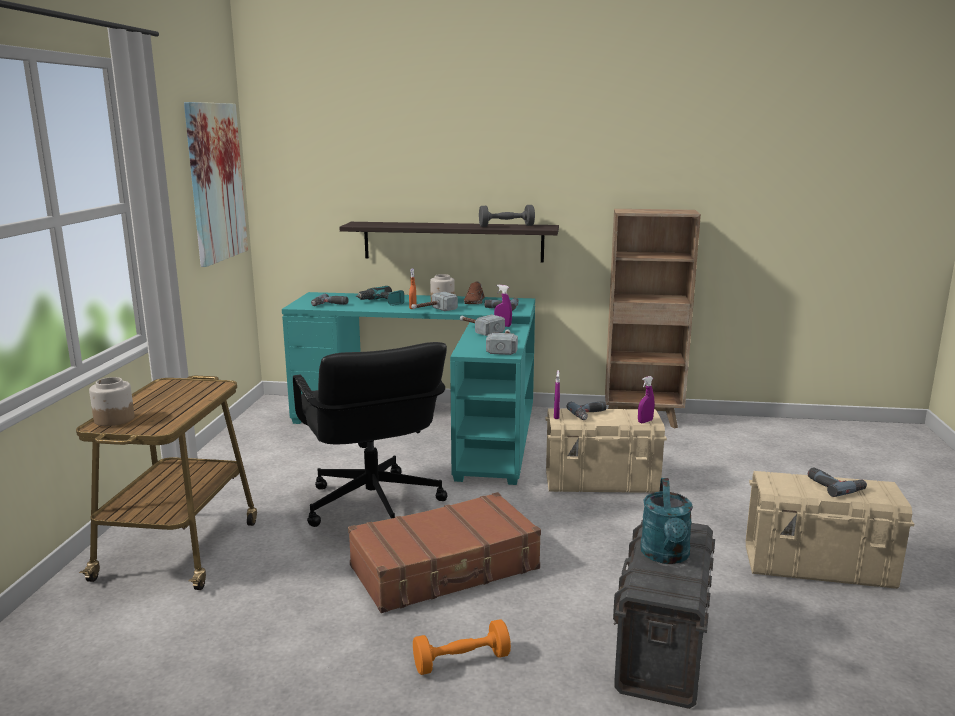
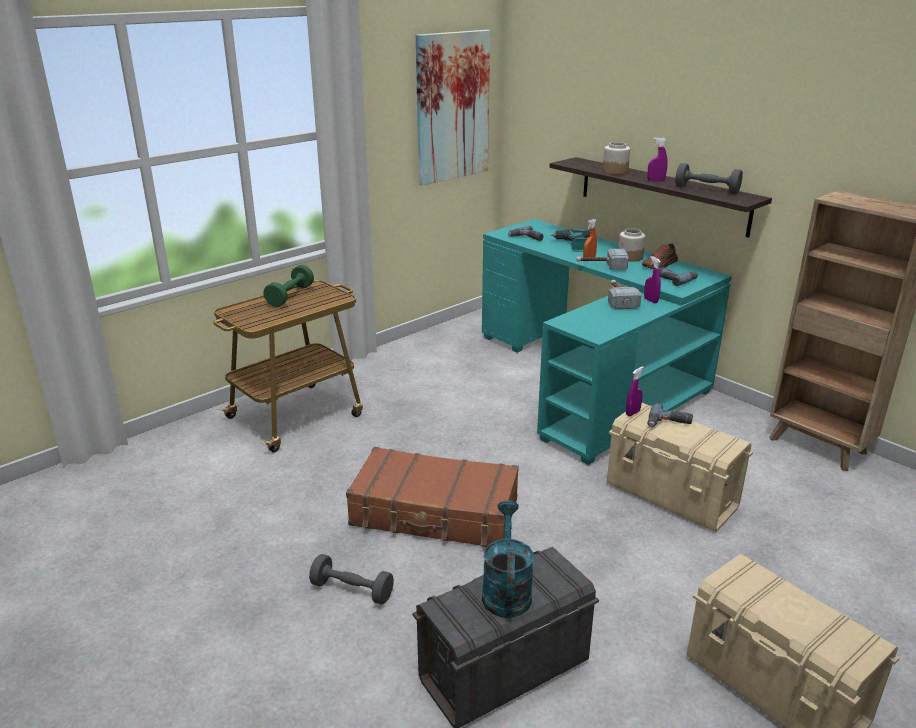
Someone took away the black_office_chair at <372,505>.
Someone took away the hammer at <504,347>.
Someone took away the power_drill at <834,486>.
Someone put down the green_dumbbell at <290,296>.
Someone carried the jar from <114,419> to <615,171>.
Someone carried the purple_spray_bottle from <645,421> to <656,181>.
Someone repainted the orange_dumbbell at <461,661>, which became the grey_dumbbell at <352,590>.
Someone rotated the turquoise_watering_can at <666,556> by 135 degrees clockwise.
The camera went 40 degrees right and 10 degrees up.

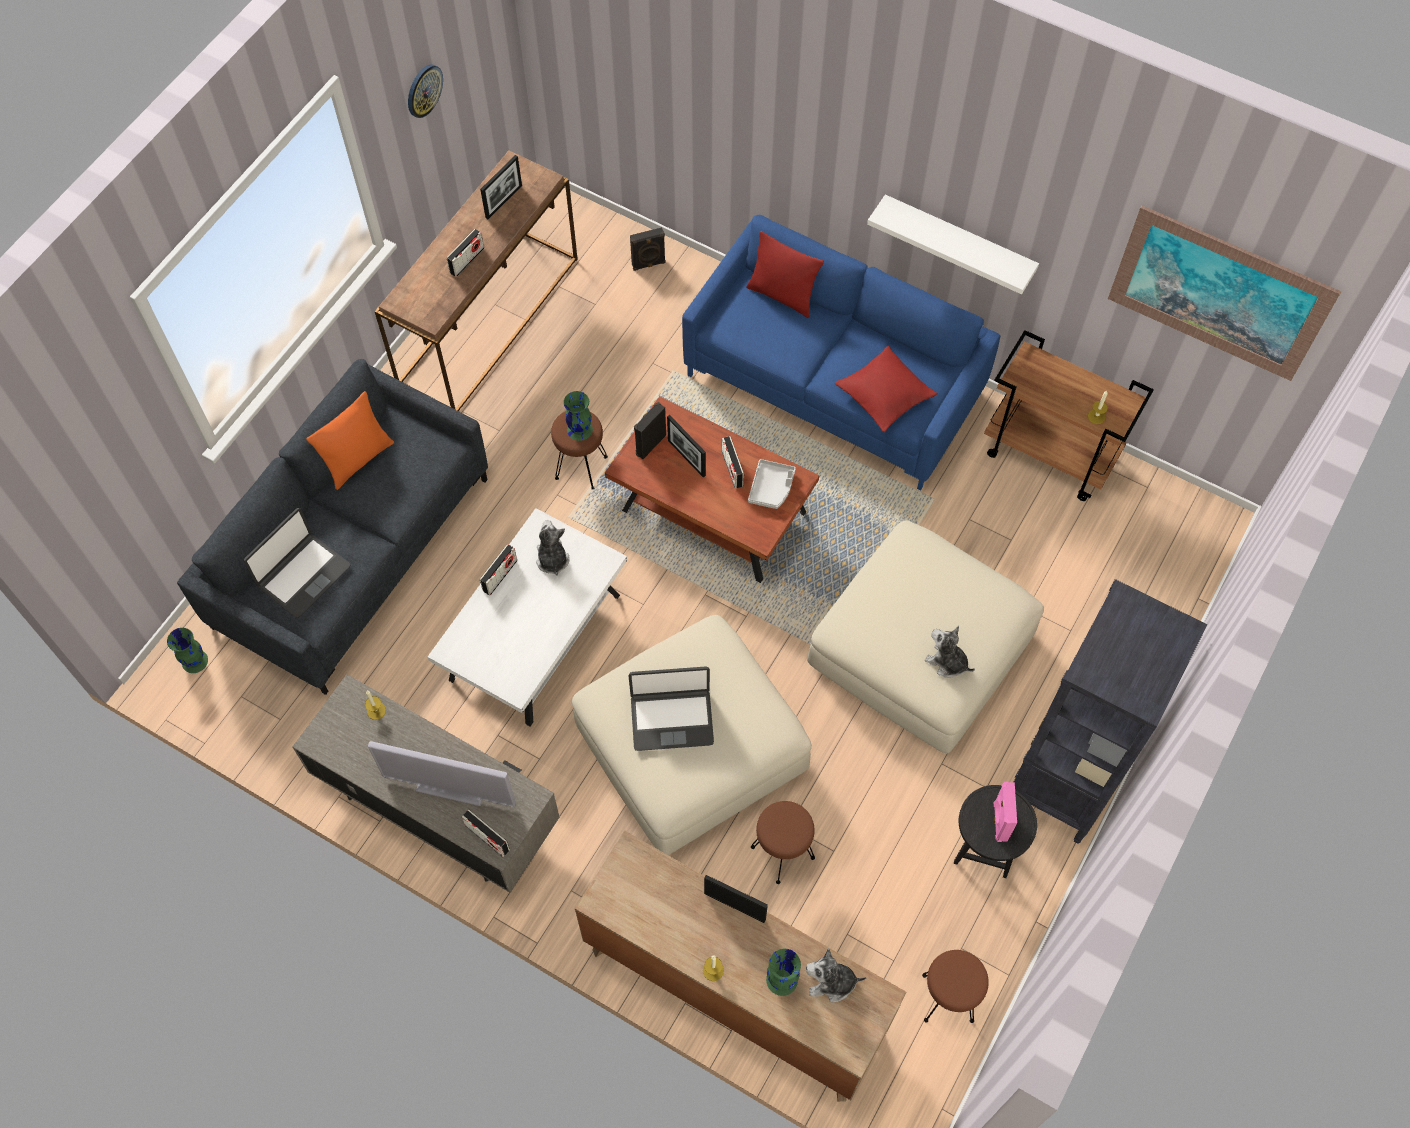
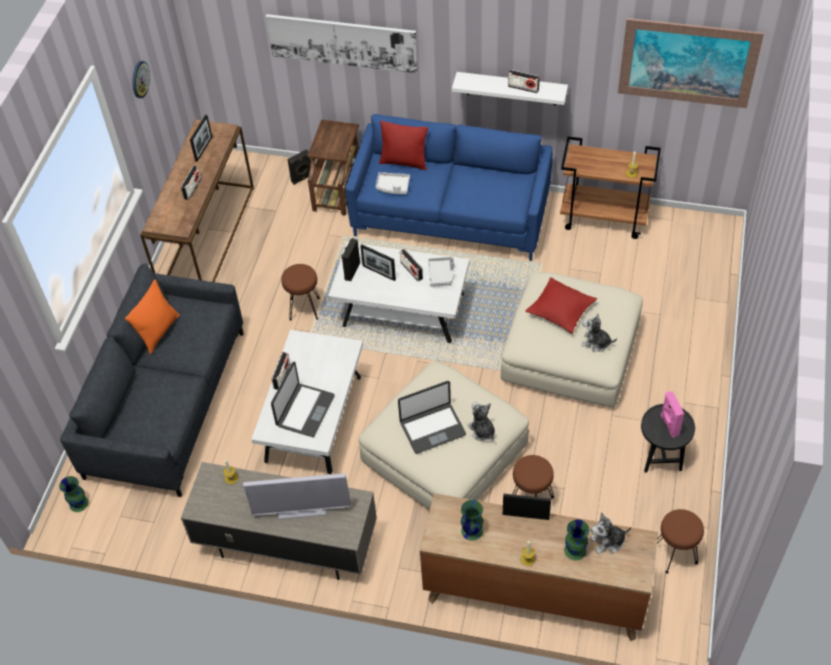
Someone took away the black_bookcase at <1062,782>.
Someone put up the picture at <342,42>.
Someone put down the brown_side_table at <337,189>.
Someone put down the white_tray at <393,187>.
Someone carried the laptop from <303,575> to <304,410>.
Someone carried the radio from <487,838> to <523,88>.
Someone carried the plush_toy from <552,559> to <482,431>.
Someone carried the green_vase from <579,429> to <471,530>.
Someone carried the red_pillow from <884,395> to <560,310>.
Someone repainted the brown_coffee_table at <713,512>, which became the white_coffee_table at <402,311>.
The camera went 15 degrees left and 10 degrees down.

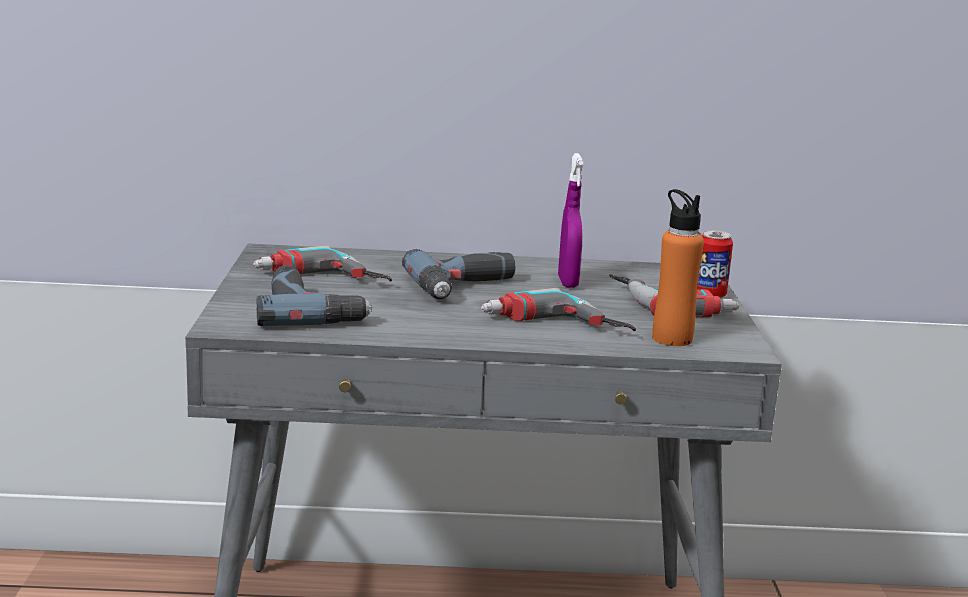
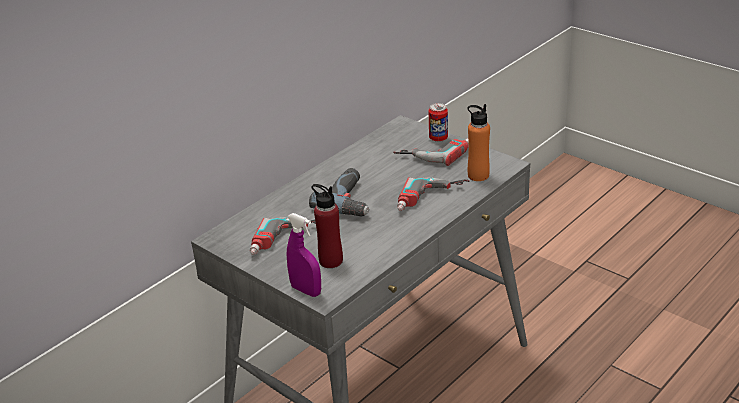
Someone carried the purple_spray_bottle from <567,282> to <306,290>.
Someone swapped the power_drill at <311,310> for the red_bottle at <330,261>.
The camera went 45 degrees left and 15 degrees up.

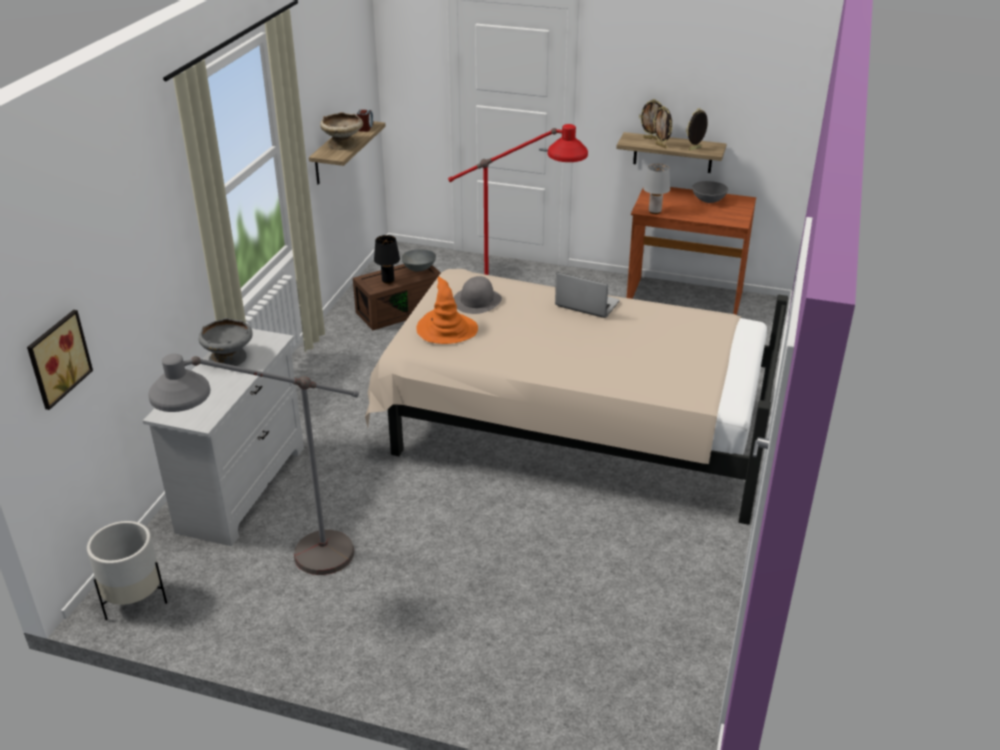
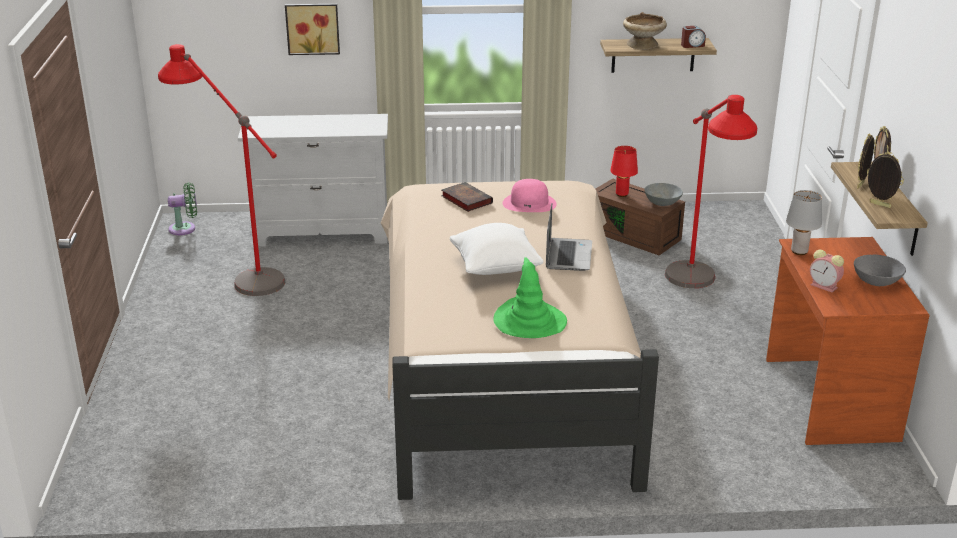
Someone took away the grey_bowl at <229,357>.
Someone put down the white_pillow at <495,269>.
Someone put down the green_hat at <529,321>.
Someone put down the alarm_clock at <825,286>.
Someone carried the picture from <56,358> to <312,28>.
Someone swapped the white_planter at <134,600> for the green_fan at <185,229>.
Someone swapped the orange_hat at <446,329> for the book at <465,199>.
Someone repainted the grey_floor_lamp at <283,568>, which became the red_floor_lamp at <236,271>.
Someone repainted the black_table_lamp at <387,281>, which became the red_table_lamp at <622,194>.
Someone repainted the grey_hat at <477,300>, which became the pink_hat at <529,203>.
The camera went 70 degrees right and 5 degrees down.

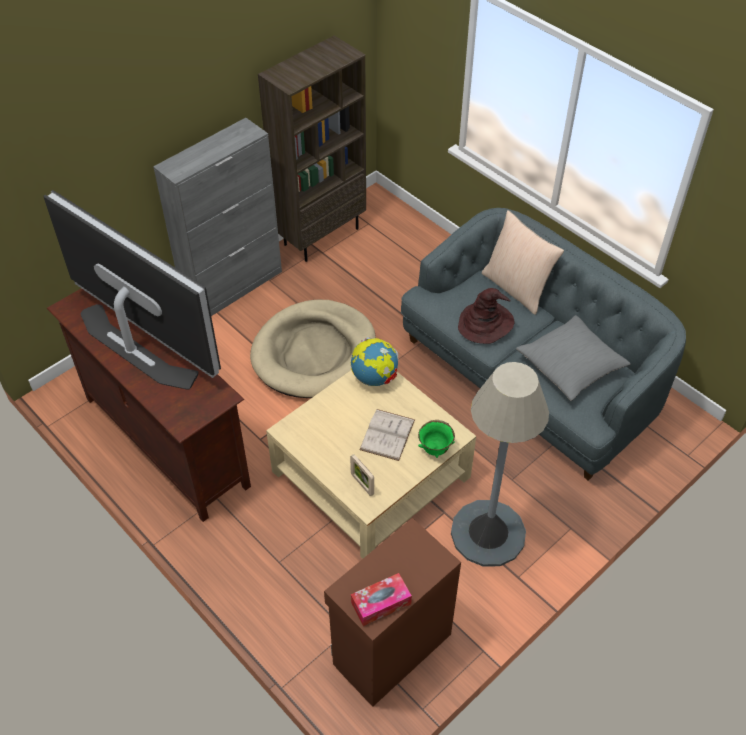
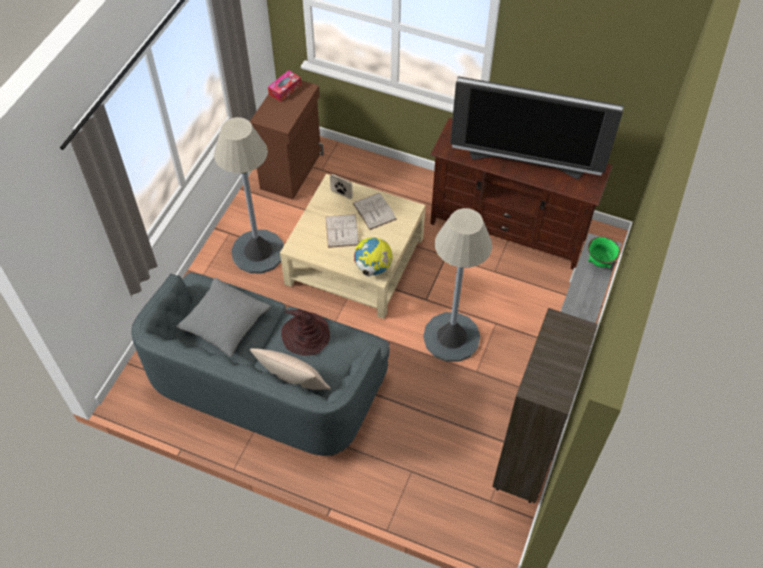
Someone put down the white_book at <374,211>.
Someone carried the green_bowl from <435,449> to <599,262>.
Someone swapped the beige_dog_bed at <314,352> for the grey_floor_lamp at <451,337>.
The camera went 155 degrees right and 5 degrees up.

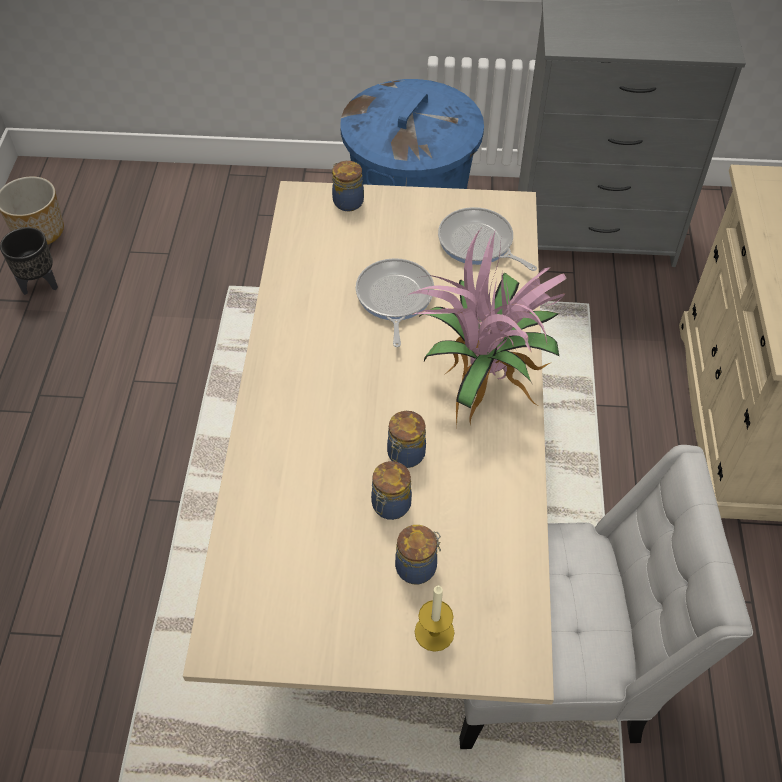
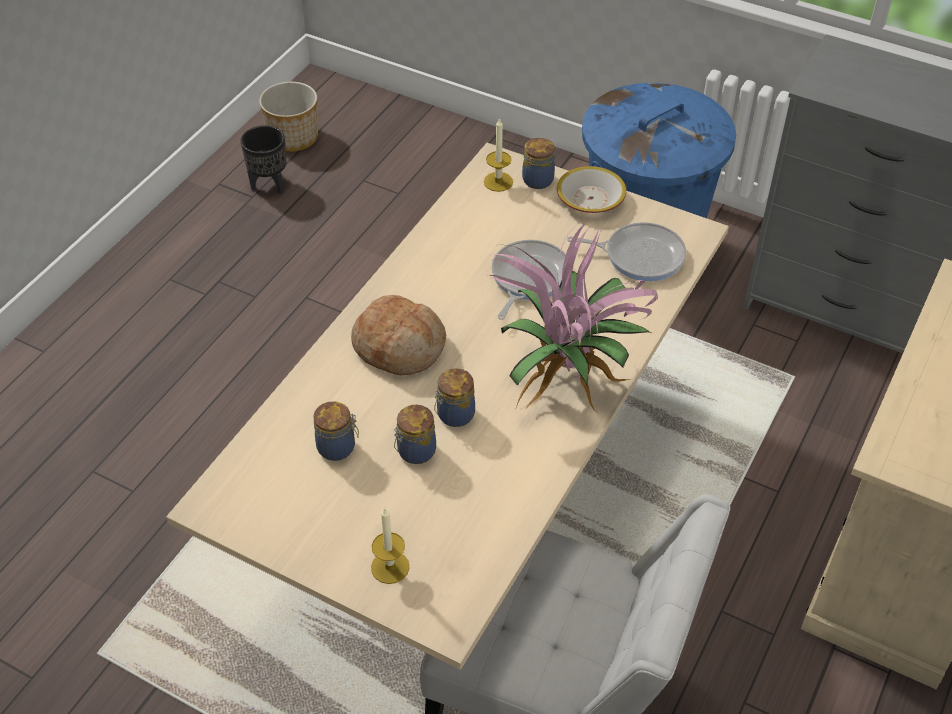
Someone put down the bread at <399,346>.
Someone put down the candle at <498,181>.
Someone put down the bowl at <590,199>.
Someone carried the jar from <417,567> to <338,447>.
Someone rotated the frying_pan at <478,244> by 120 degrees clockwise.
The camera went 25 degrees right and 5 degrees down.

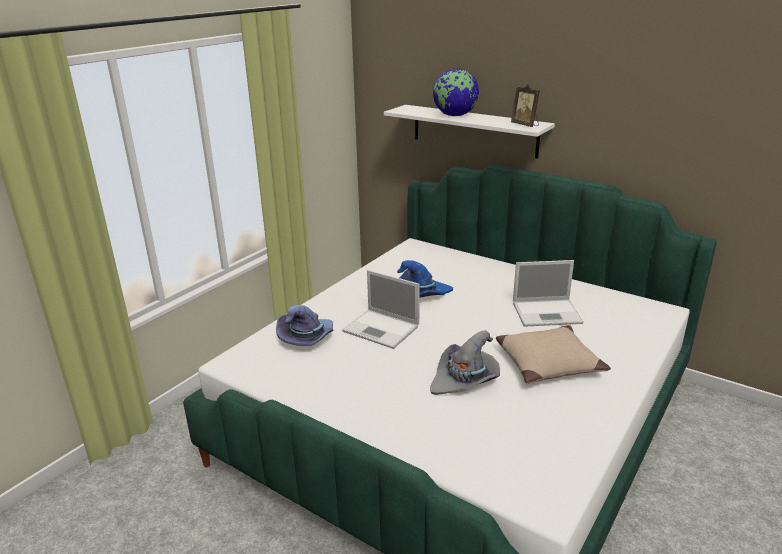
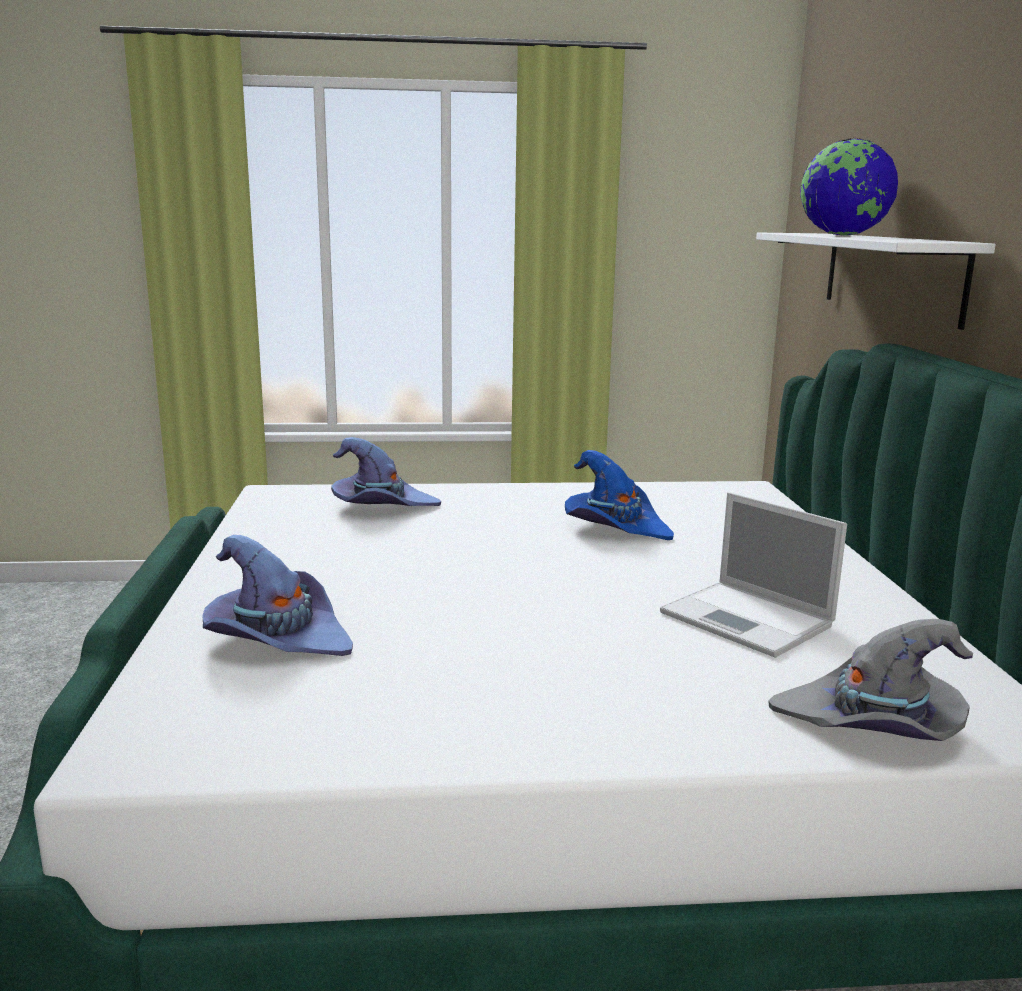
Someone took away the laptop at <382,329>.
Someone took away the beige_pillow at <548,363>.
Someone took away the picture_frame at <525,125>.
Someone put down the purple_hat at <277,638>.
Someone carried the grey_hat from <465,380> to <872,725>.
The camera went 50 degrees right and 10 degrees down.

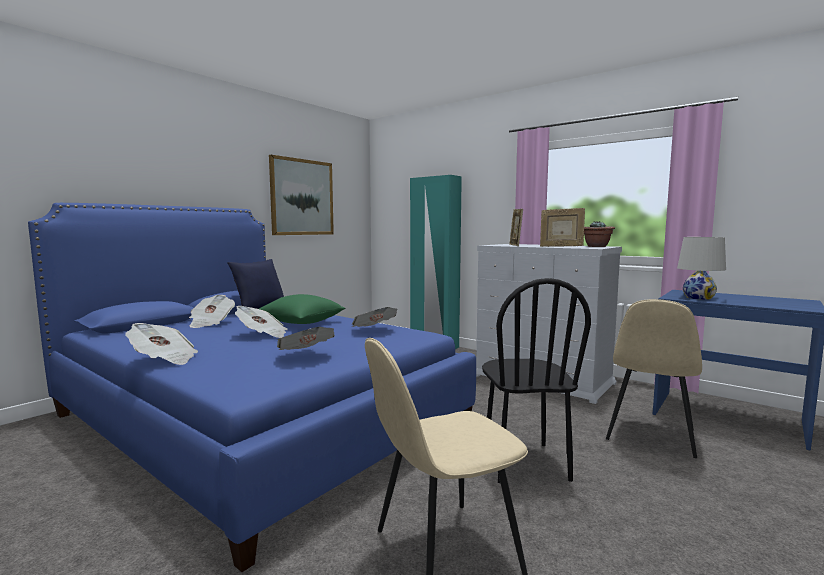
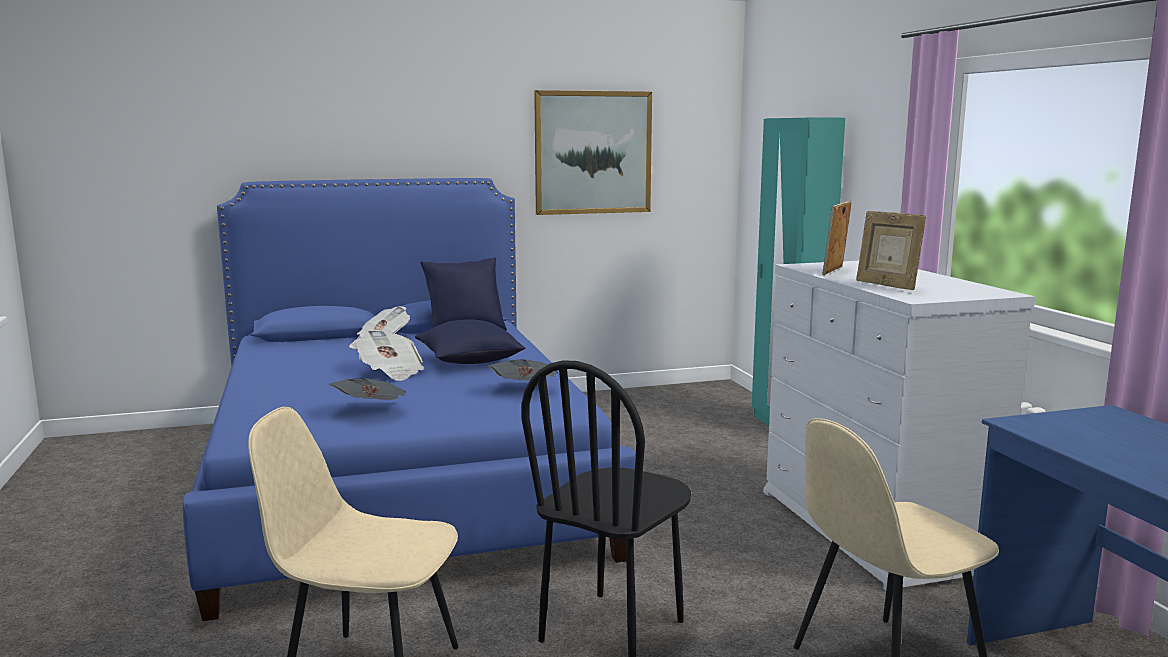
Someone took away the newspaper at <164,359>.
Someone took away the potted_plant at <597,246>.
Someone took away the white_table_lamp at <698,298>.
Someone repainted the green_pillow at <302,323>, which became the blue_pillow at <469,361>.
The camera went 35 degrees right and 5 degrees up.

